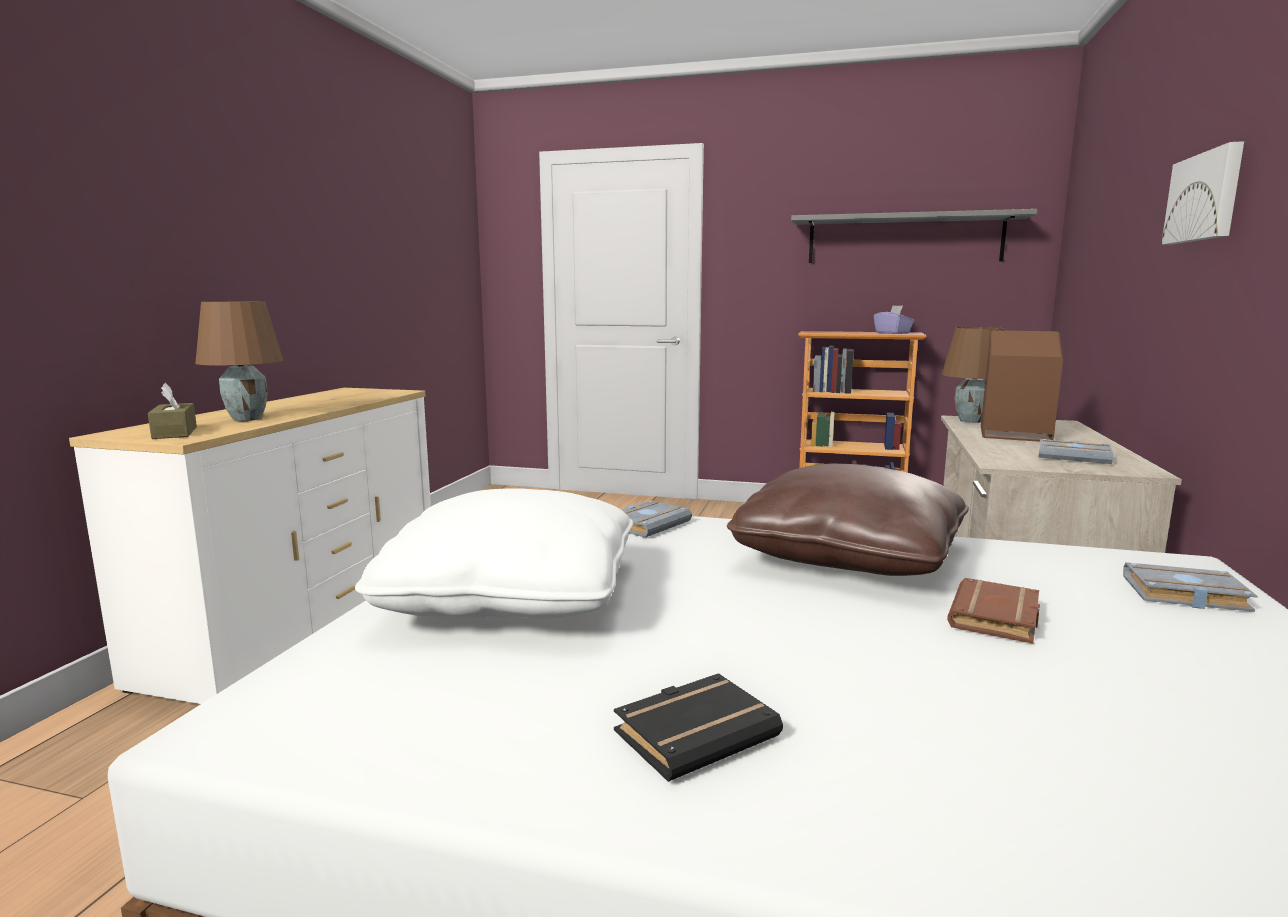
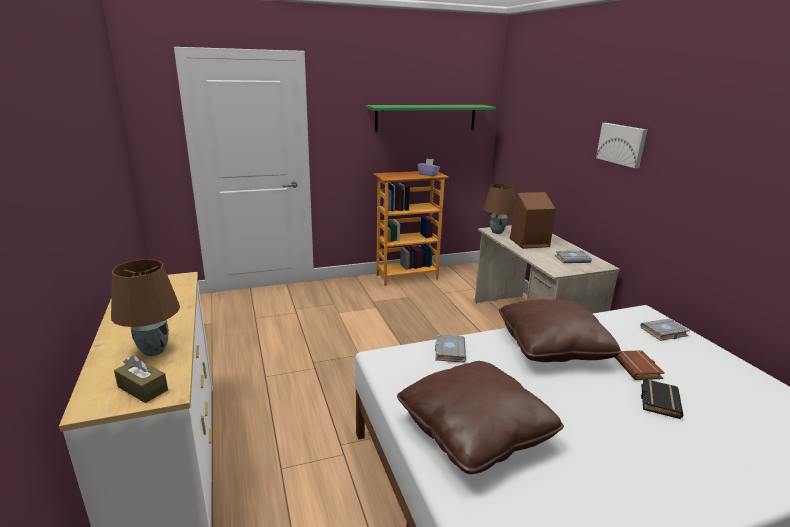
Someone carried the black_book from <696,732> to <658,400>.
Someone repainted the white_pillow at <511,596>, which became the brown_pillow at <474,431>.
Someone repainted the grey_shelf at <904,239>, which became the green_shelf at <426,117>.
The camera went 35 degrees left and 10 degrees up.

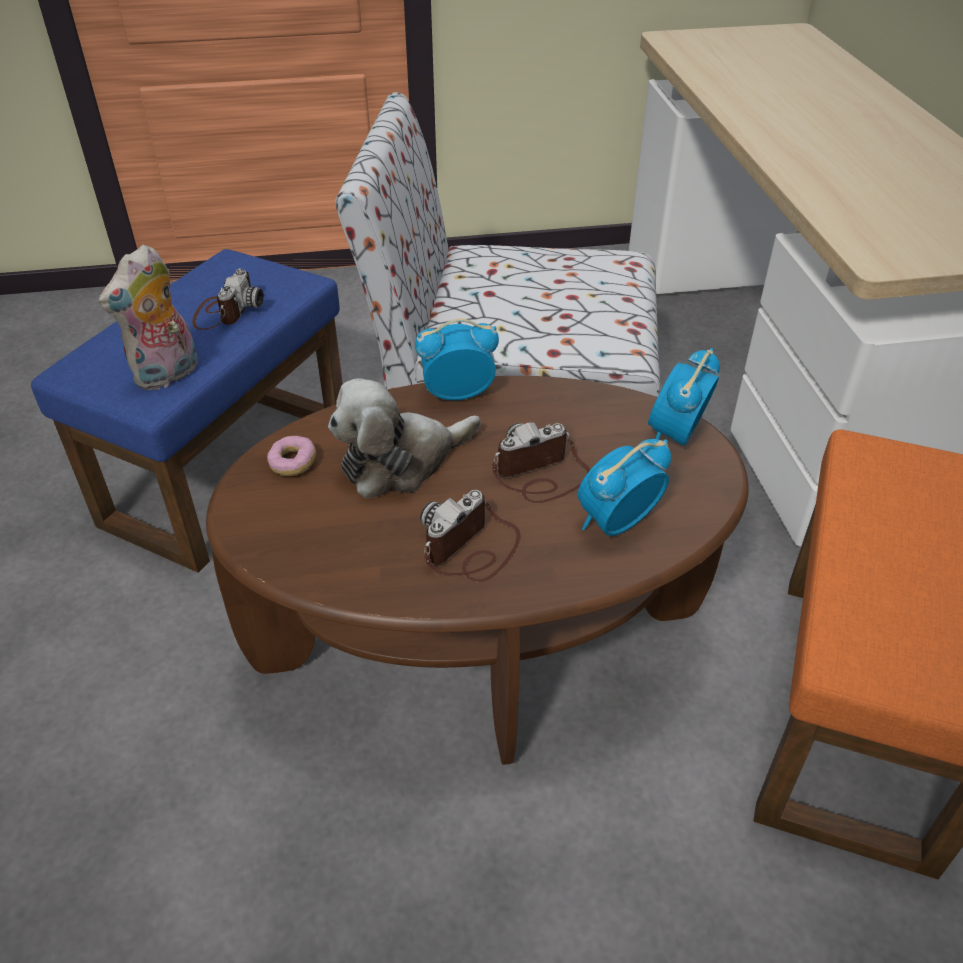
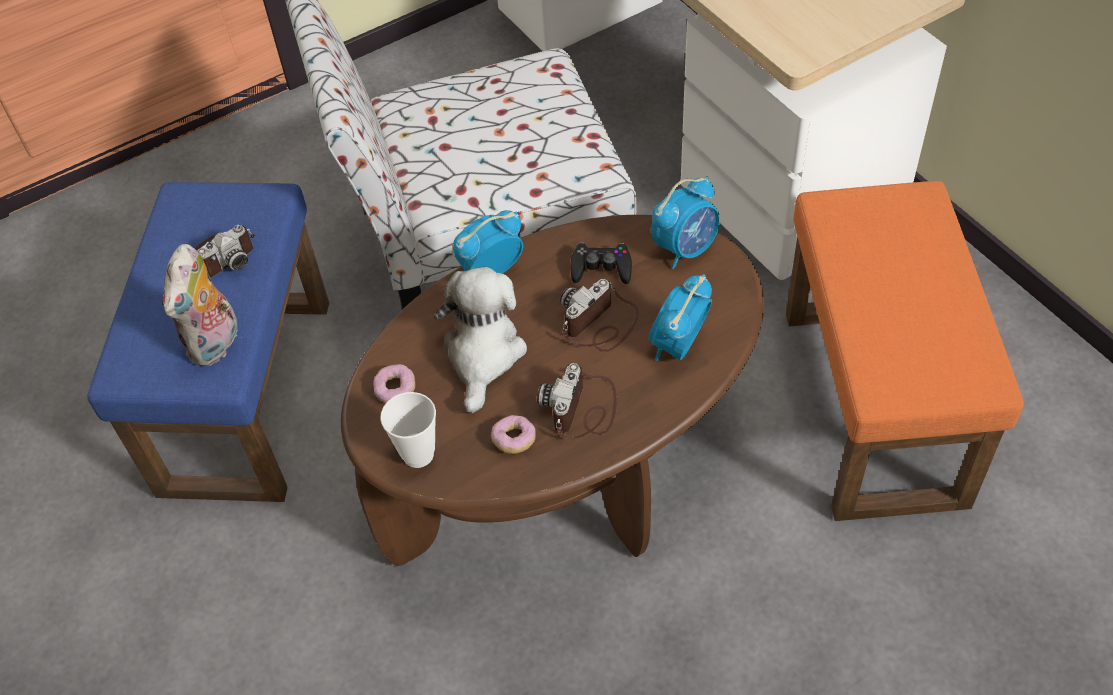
Someone put down the cup at <418,454>.
Someone put down the donut at <514,440>.
Someone put down the black_game_controller at <601,268>.
Someone rotated the photo_camera at <225,311> by 60 degrees clockwise.
Someone rotated the plush_toy at <401,462> by 150 degrees clockwise.
Someone rotated the alarm_clock at <676,435> by 135 degrees counterclockwise.
The camera went 20 degrees left and 10 degrees up.

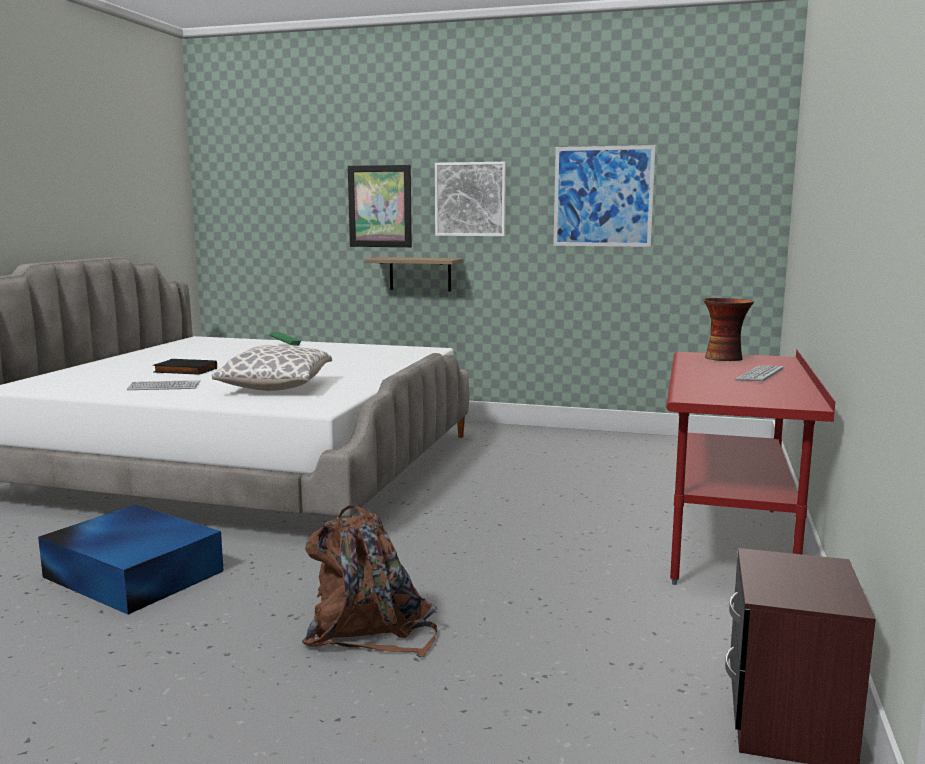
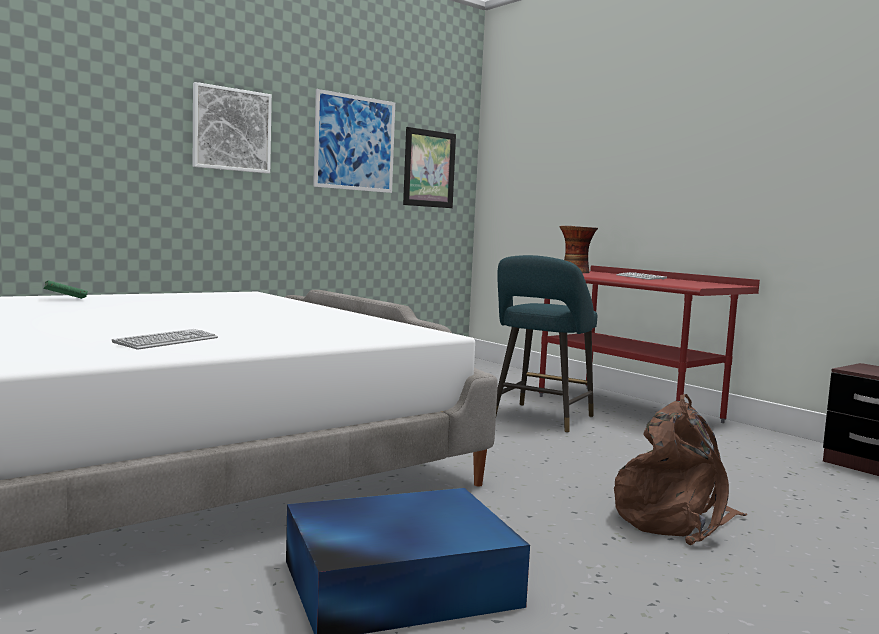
Someone took away the black_book at <184,371>.
Someone took away the pillow at <276,388>.
Someone took away the shelf at <420,274>.
Someone put down the turquoise_stool at <540,419>.
Someone carried the picture from <380,206> to <429,168>.
The camera went 55 degrees left and 5 degrees down.

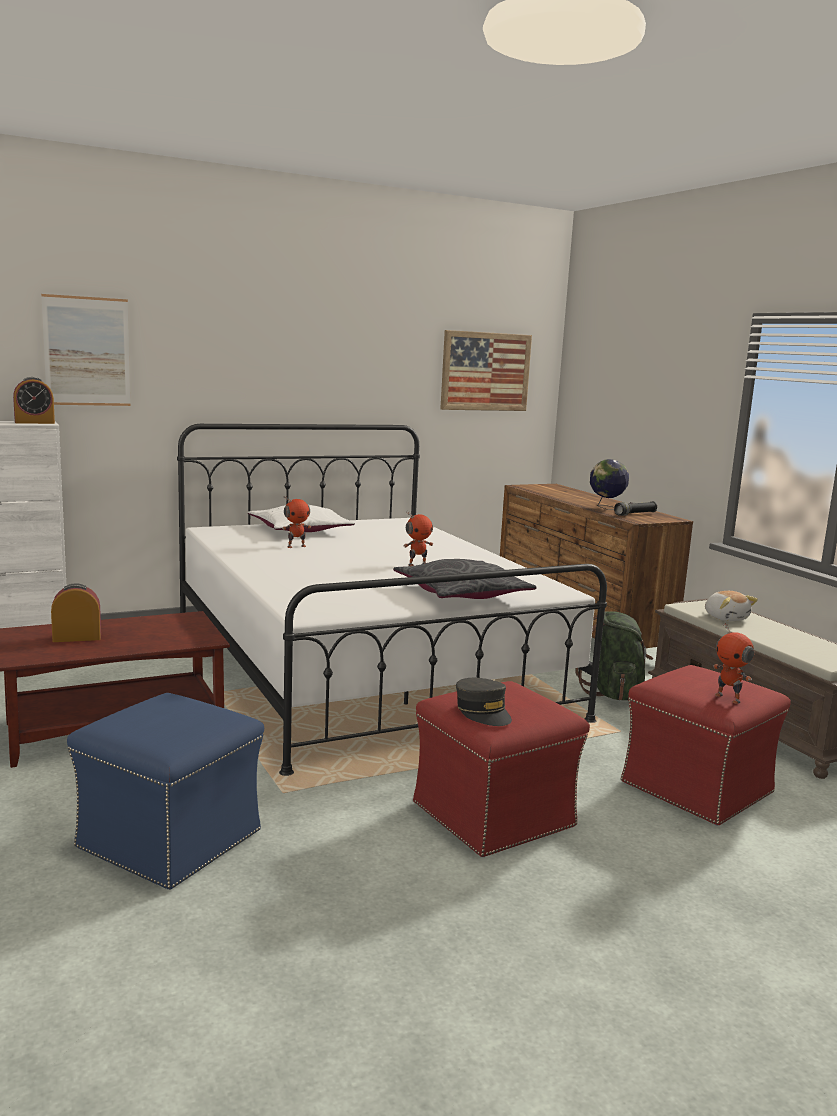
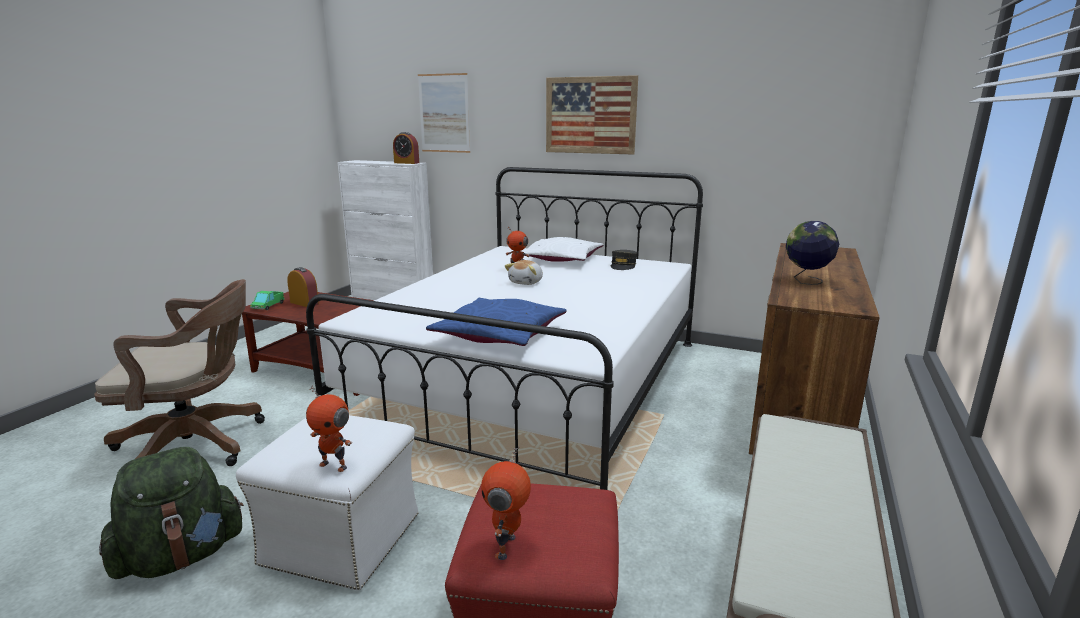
Someone took away the black_flashlight at <635,514>.
Someone put down the toy_truck at <268,306>.
Someone carried the toy_robot from <417,564> to <334,465>.
Someone carried the picture from <485,371> to <590,115>.
Someone carried the grey_cap from <483,712> to <623,266>.
Someone carried the green_backpack from <612,693> to <181,556>.
Someone carried the plush_toy from <726,618> to <526,282>.
Someone swapped the blue_ottoman at <171,840> for the brown_office_chair at <198,445>.
Someone repainted the grey_pillow at <461,594>, which became the blue_pillow at <499,334>.
Someone repainted the red_ottoman at <494,814>, which became the white_ottoman at <343,539>.
The camera went 50 degrees right and 5 degrees up.

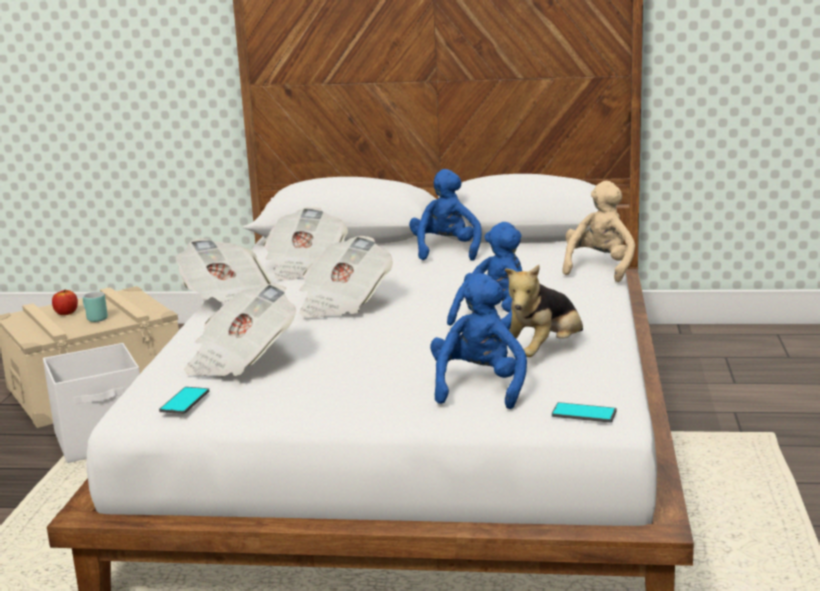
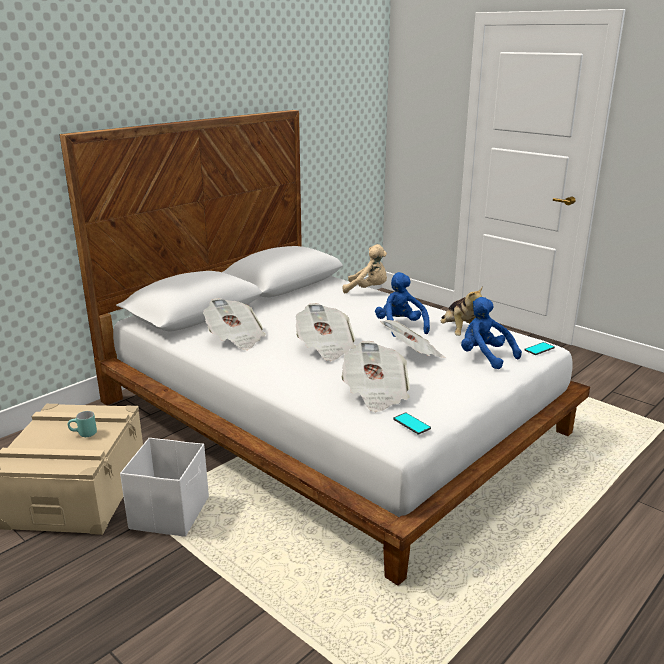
Someone took away the apple at <66,313>.
Someone took away the blue_plush_toy at <446,251>.
Someone carried the newspaper from <228,300> to <412,354>.
Someone rotated the beige_plush_toy at <600,268> by 135 degrees clockwise.
The camera went 55 degrees left and 5 degrees up.

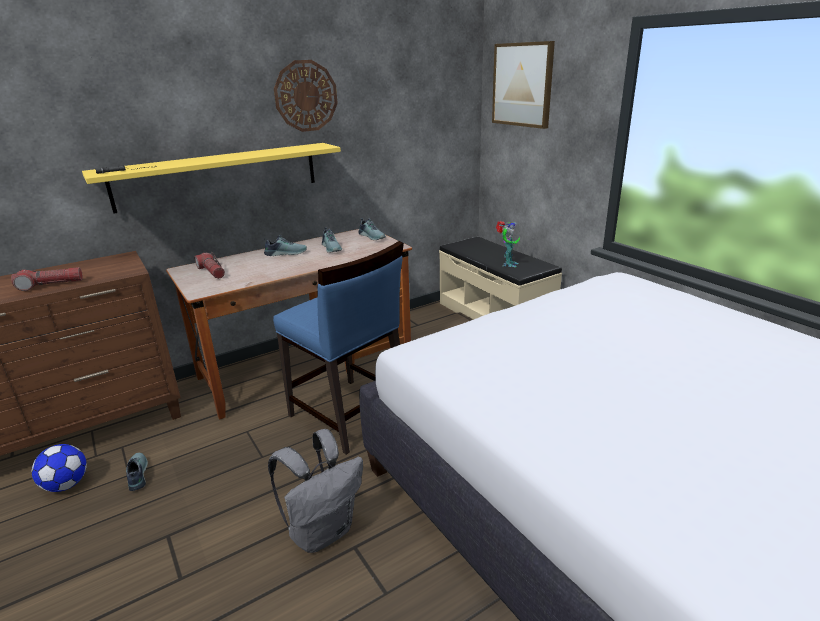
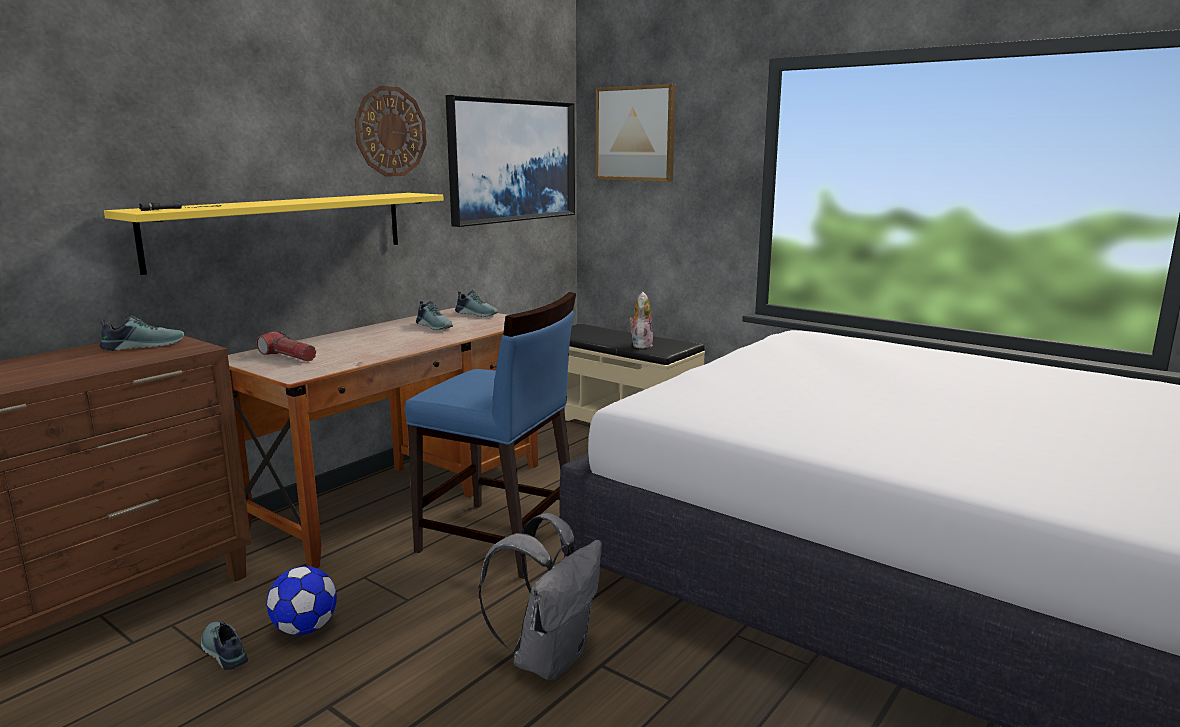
Someone took away the flashlight at <50,285>.
Someone put up the picture at <512,160>.
Someone carried the football from <66,485> to <305,629>.
Someone carried the shoe from <286,253> to <143,346>.
Someone swapped the toy_robot at <507,264> for the plush_toy at <640,345>.
The camera went 20 degrees left and 10 degrees down.

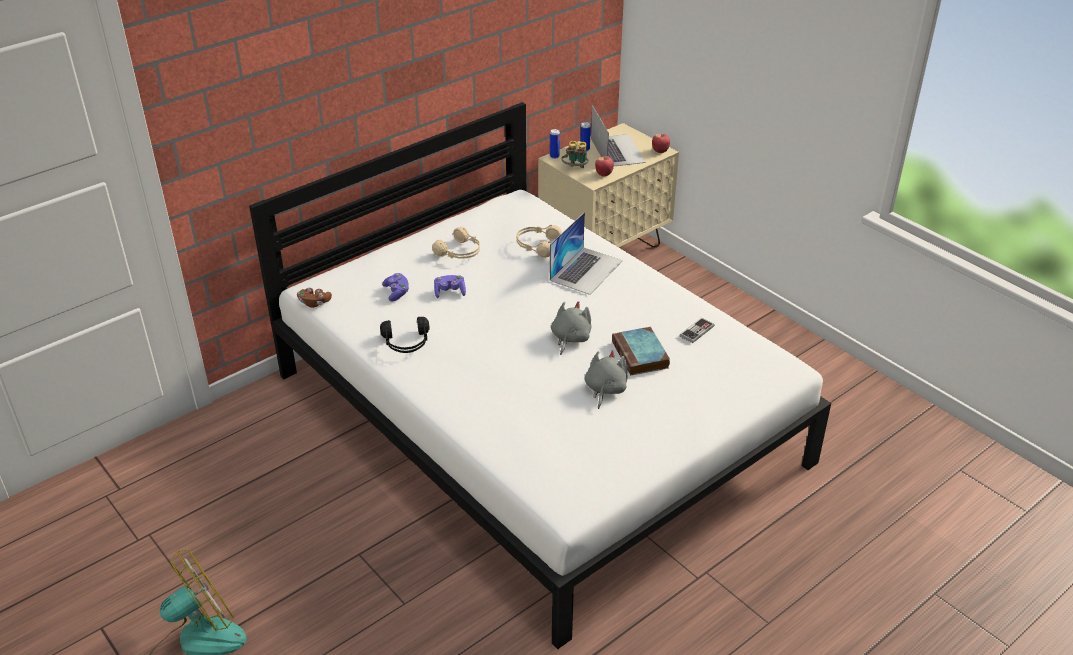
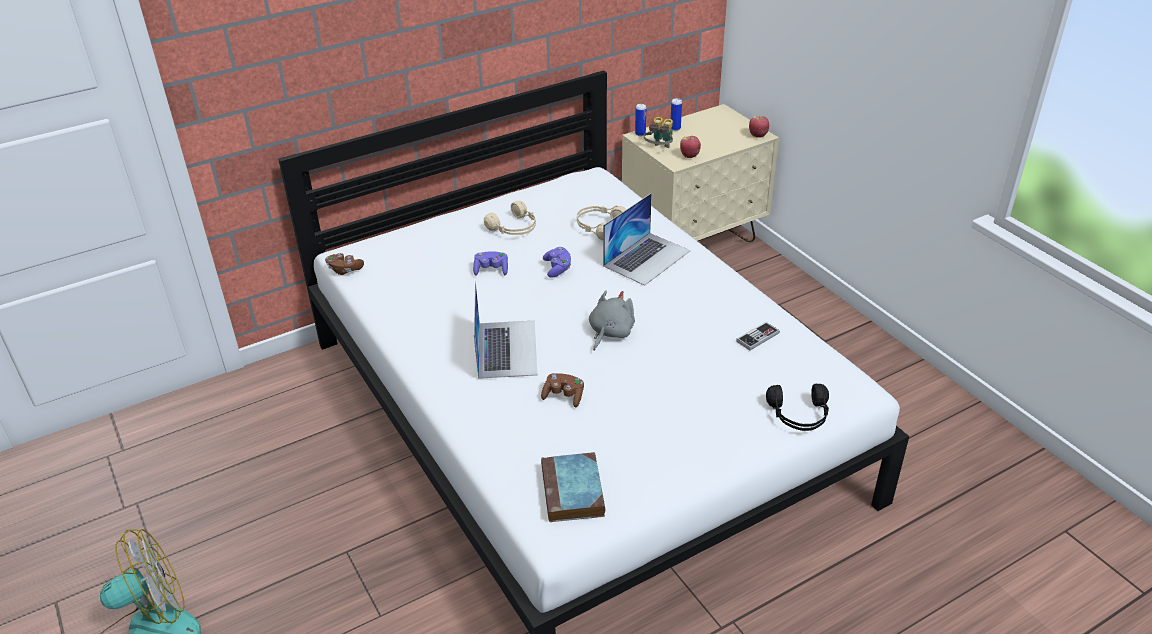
Someone took away the grey_plush_toy at <605,390>.
Someone put down the brown_game_controller at <564,396>.
Someone carried the black_headphones from <406,343> to <799,416>.
Someone carried the purple_game_controller from <397,292> to <557,268>.
Someone carried the laptop from <617,150> to <506,348>.
Someone carried the book from <641,356> to <573,493>.
The camera went 10 degrees right and 0 degrees up.

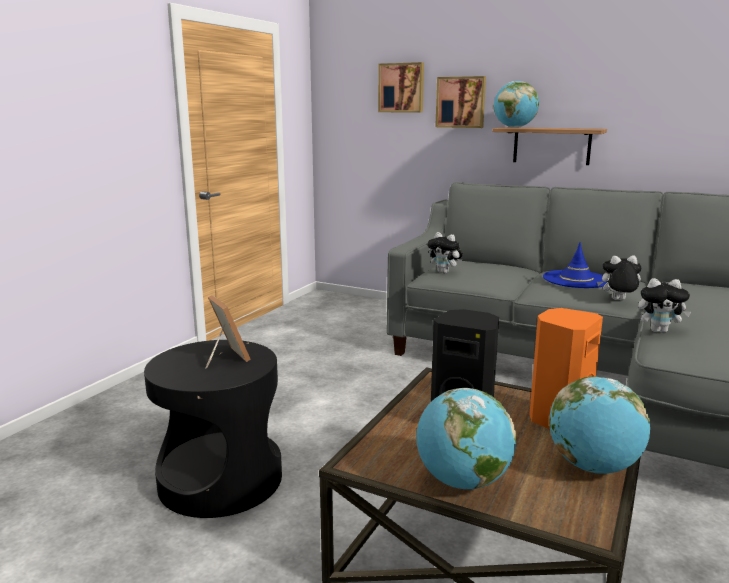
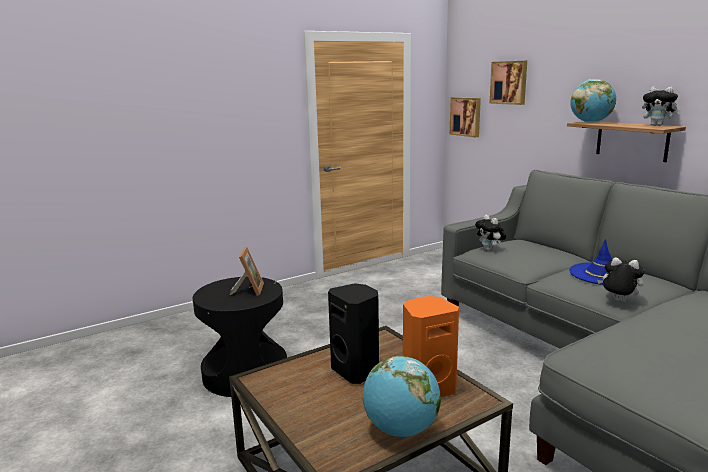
Someone took away the globe at <462,481>.
Someone carried the picture from <461,102> to <466,116>.
Someone carried the plush_toy from <659,331> to <658,125>.
The camera went 30 degrees right and 0 degrees up.

